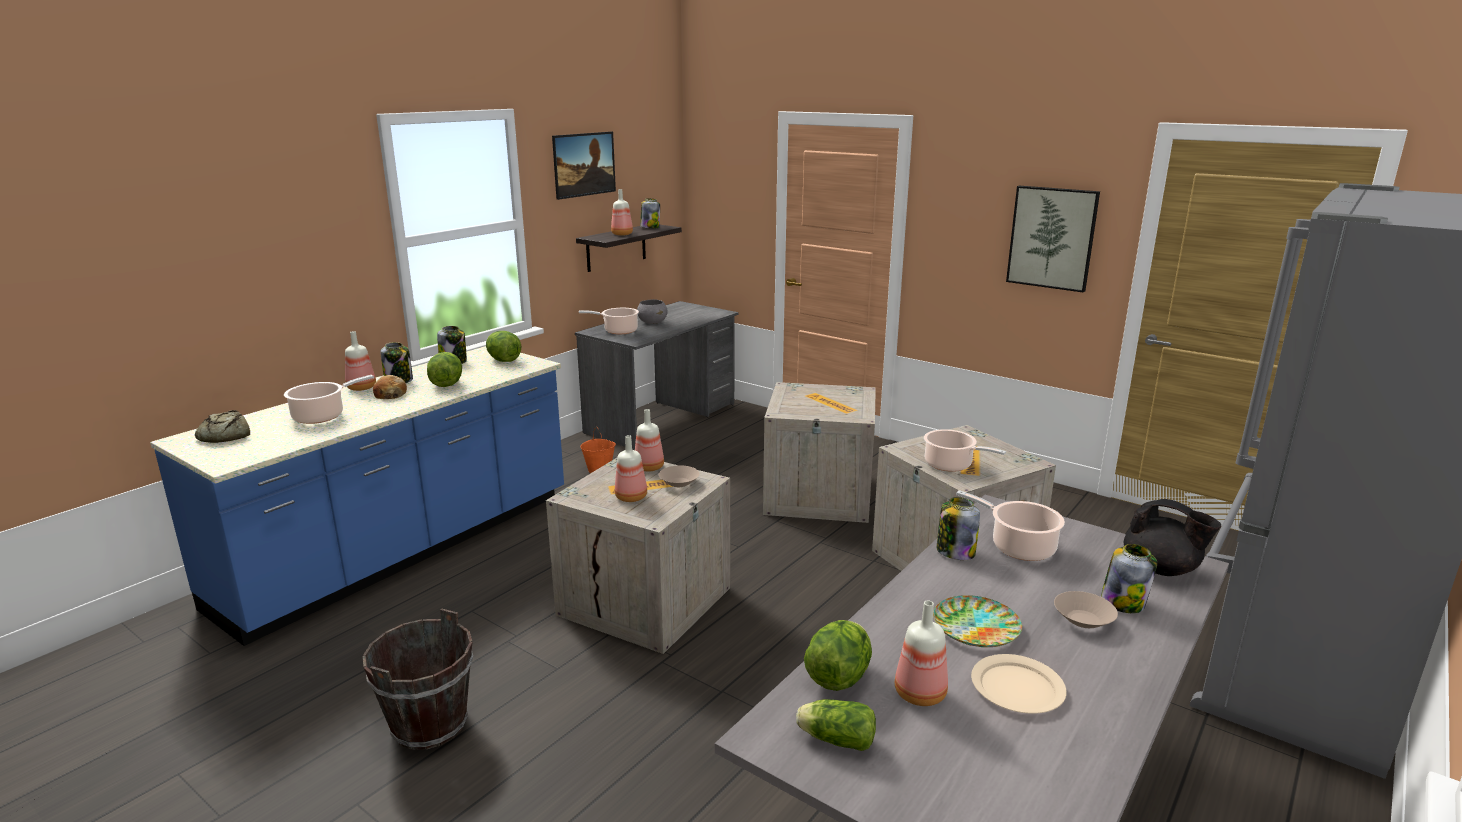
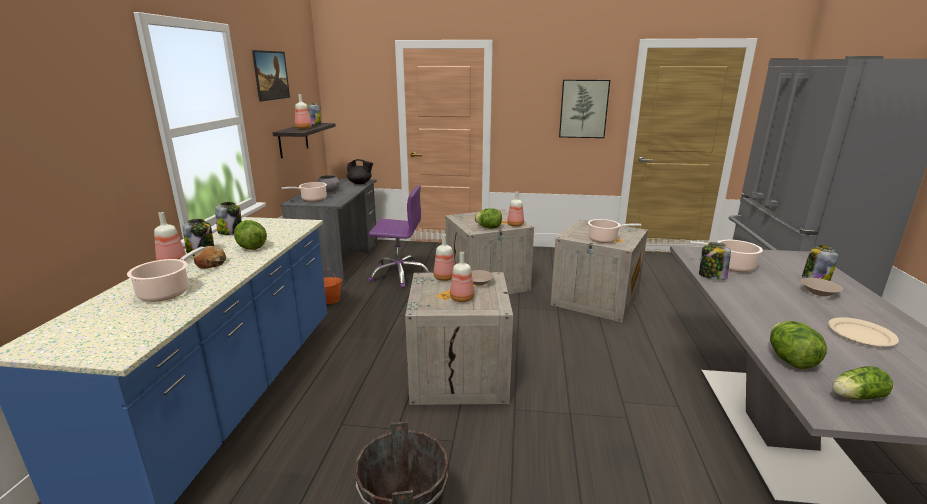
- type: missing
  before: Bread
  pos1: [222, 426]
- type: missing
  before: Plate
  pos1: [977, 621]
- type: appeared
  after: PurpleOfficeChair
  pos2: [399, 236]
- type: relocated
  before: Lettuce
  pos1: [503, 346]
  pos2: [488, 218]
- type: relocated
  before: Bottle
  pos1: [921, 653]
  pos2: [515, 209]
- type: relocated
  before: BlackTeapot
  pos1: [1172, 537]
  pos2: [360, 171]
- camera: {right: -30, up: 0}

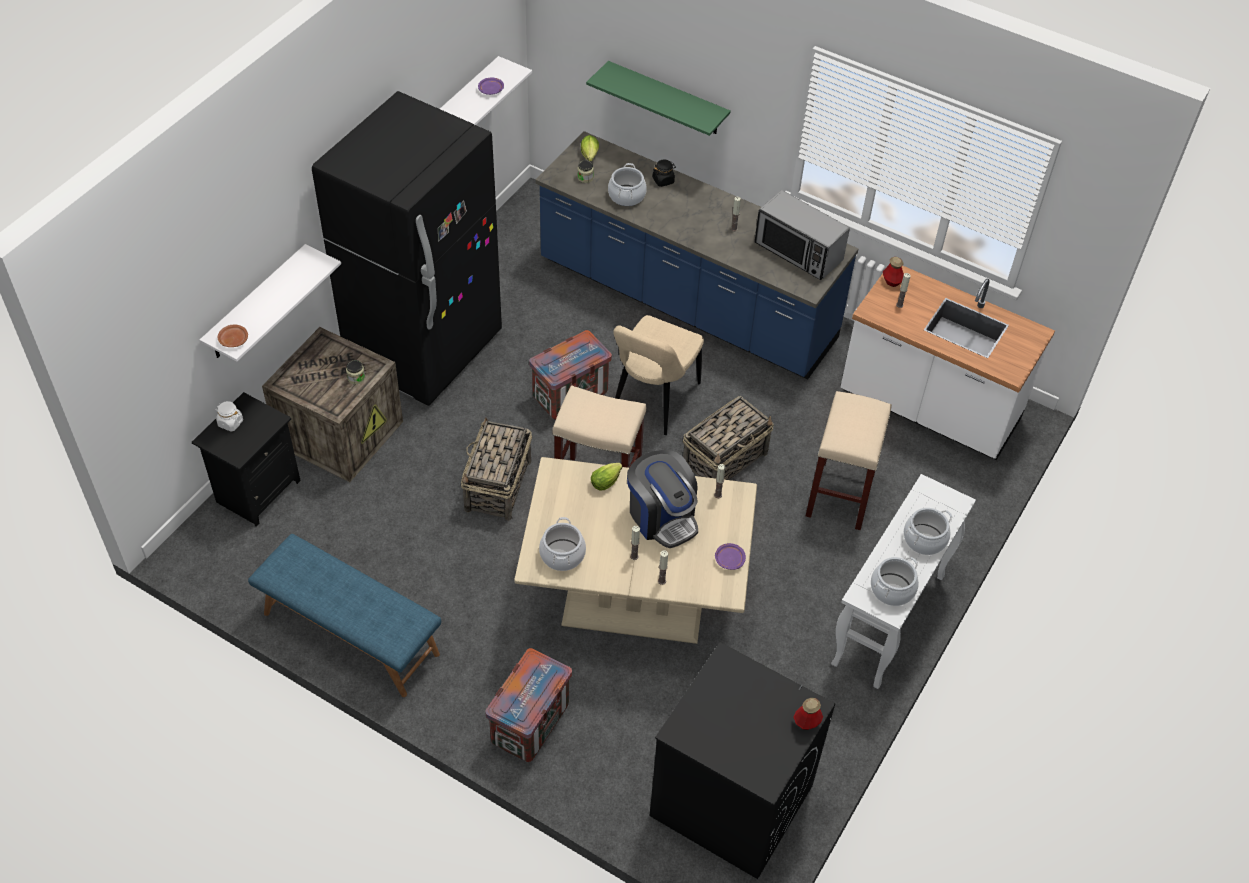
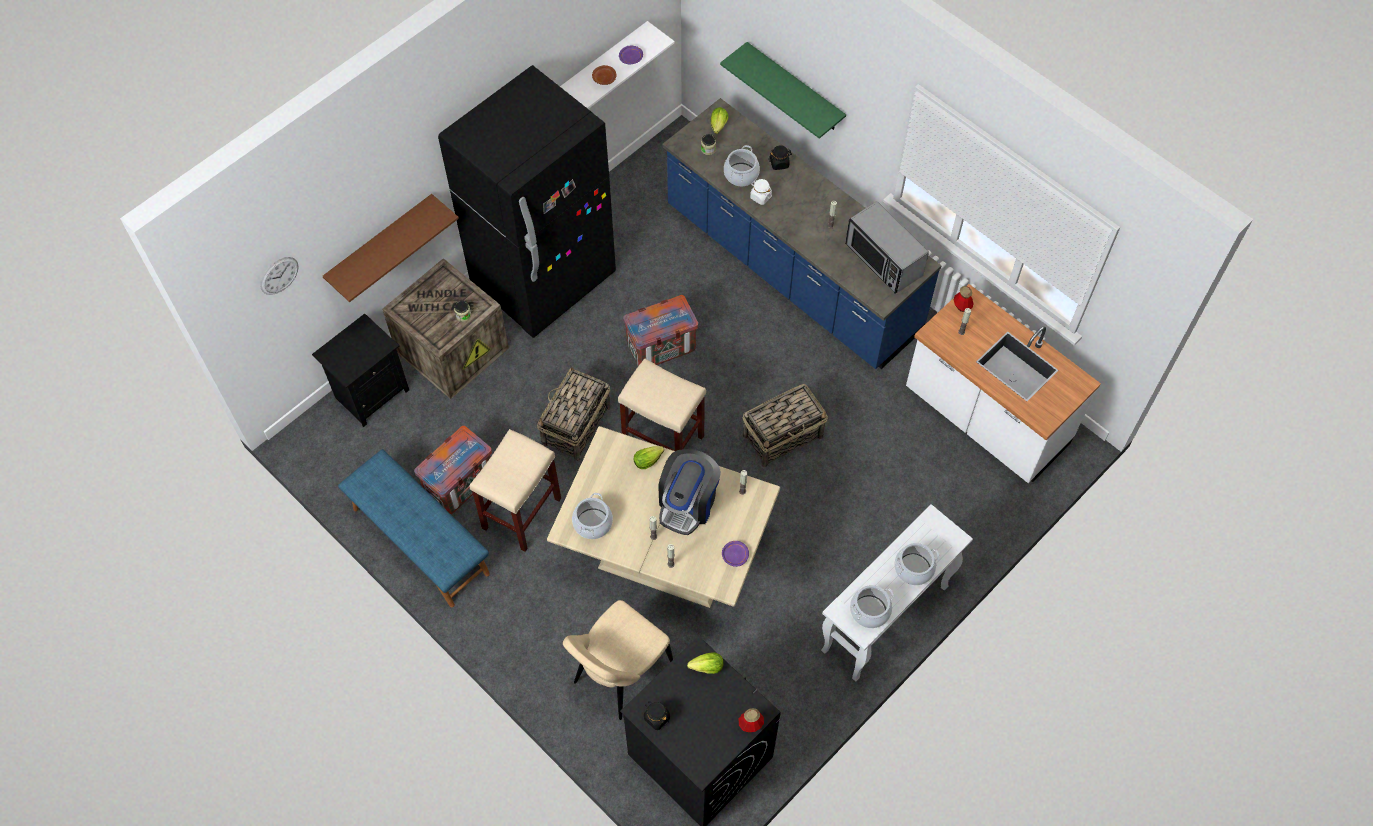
- type: appeared
  after: WallClock
  pos2: [279, 276]
- type: appeared
  after: BlackJar
  pos2: [657, 715]
- type: appeared
  after: Lettuce
  pos2: [705, 663]
- type: relocated
  before: WhiteJar
  pos1: [229, 416]
  pos2: [761, 192]
- type: relocated
  before: BrownPlate
  pos1: [232, 336]
  pos2: [604, 75]
- type: relocated
  before: Crate
  pos1: [528, 705]
  pos2: [453, 470]
- type: relocated
  before: BeigeChair
  pos1: [658, 375]
  pos2: [618, 660]
- type: relocated
  before: BeigeStool
  pos1: [849, 460]
  pos2: [515, 490]
- type: colour
  before: WhiteShelf
  after: BrownShelf
  pos1: [270, 303]
  pos2: [391, 248]
- type: spun
  before: CoffeeMachine
  pos1: [662, 499]
  pos2: [689, 492]
  turn: 45
- camera: {right: 15, up: 10}

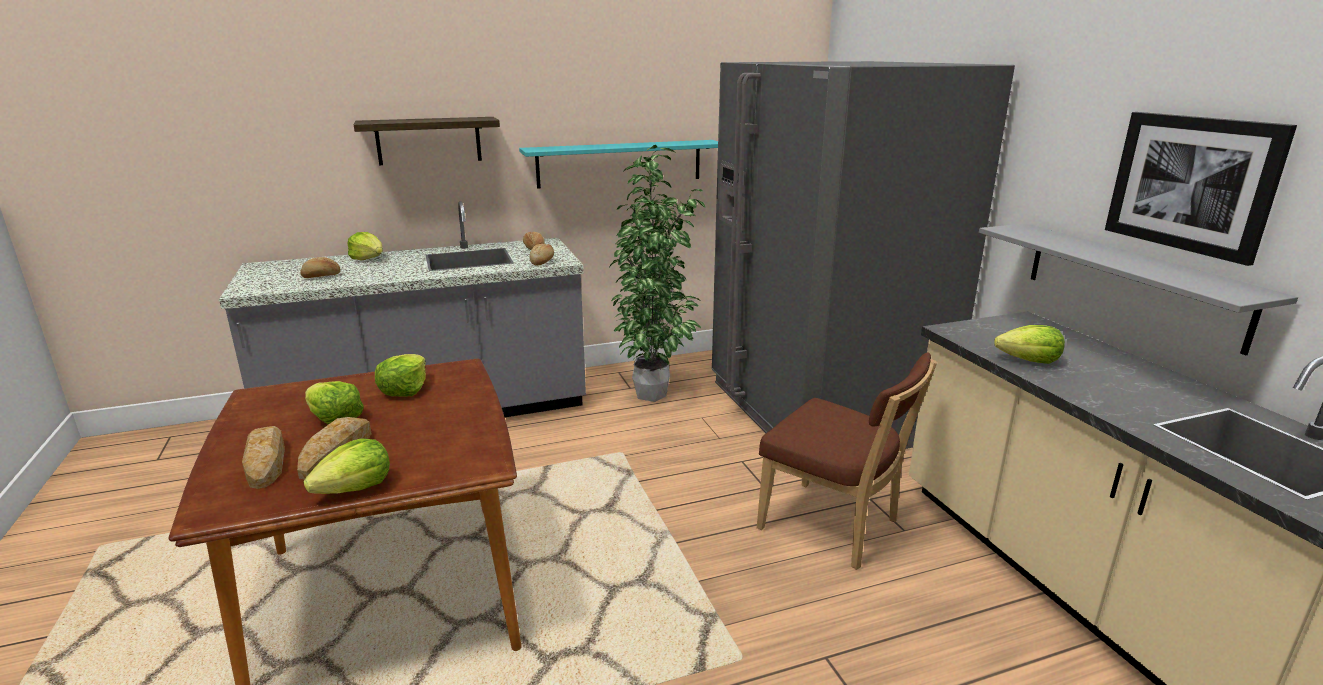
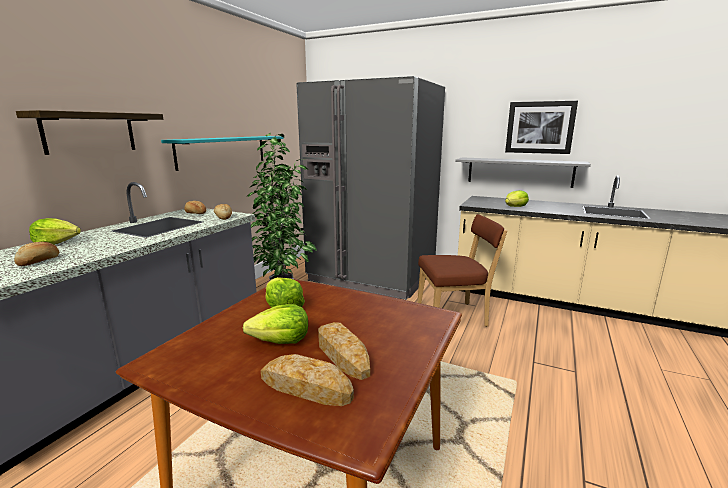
- type: missing
  before: Lettuce
  pos1: [347, 466]
- camera: {right: -45, up: -5}

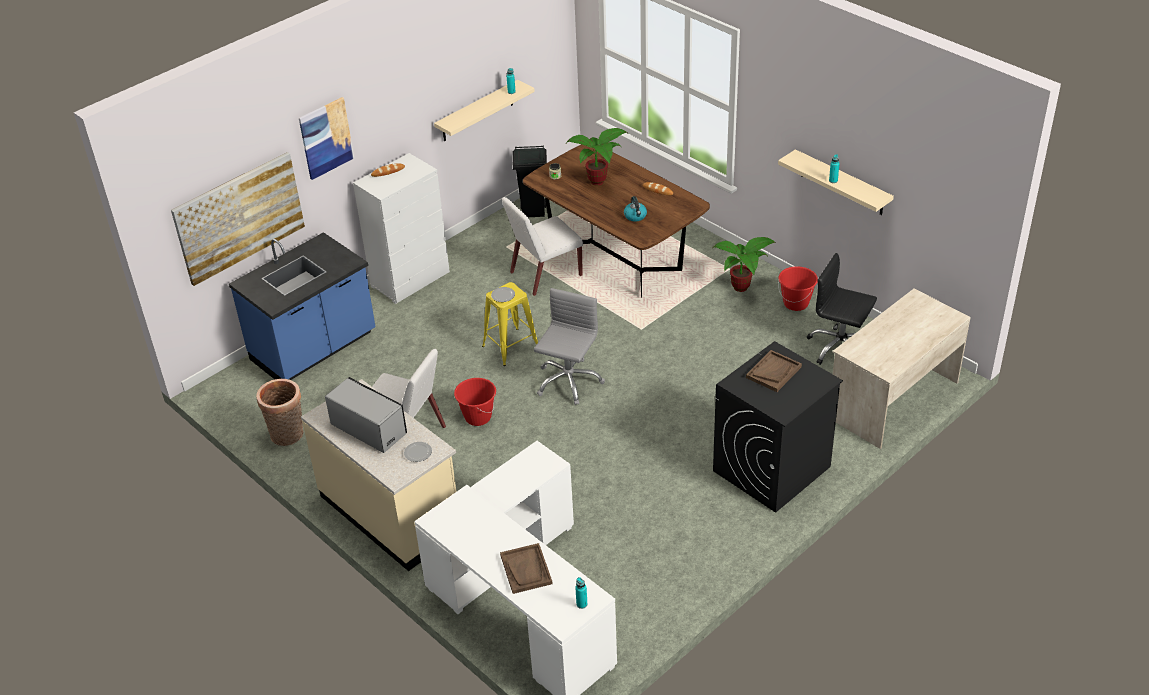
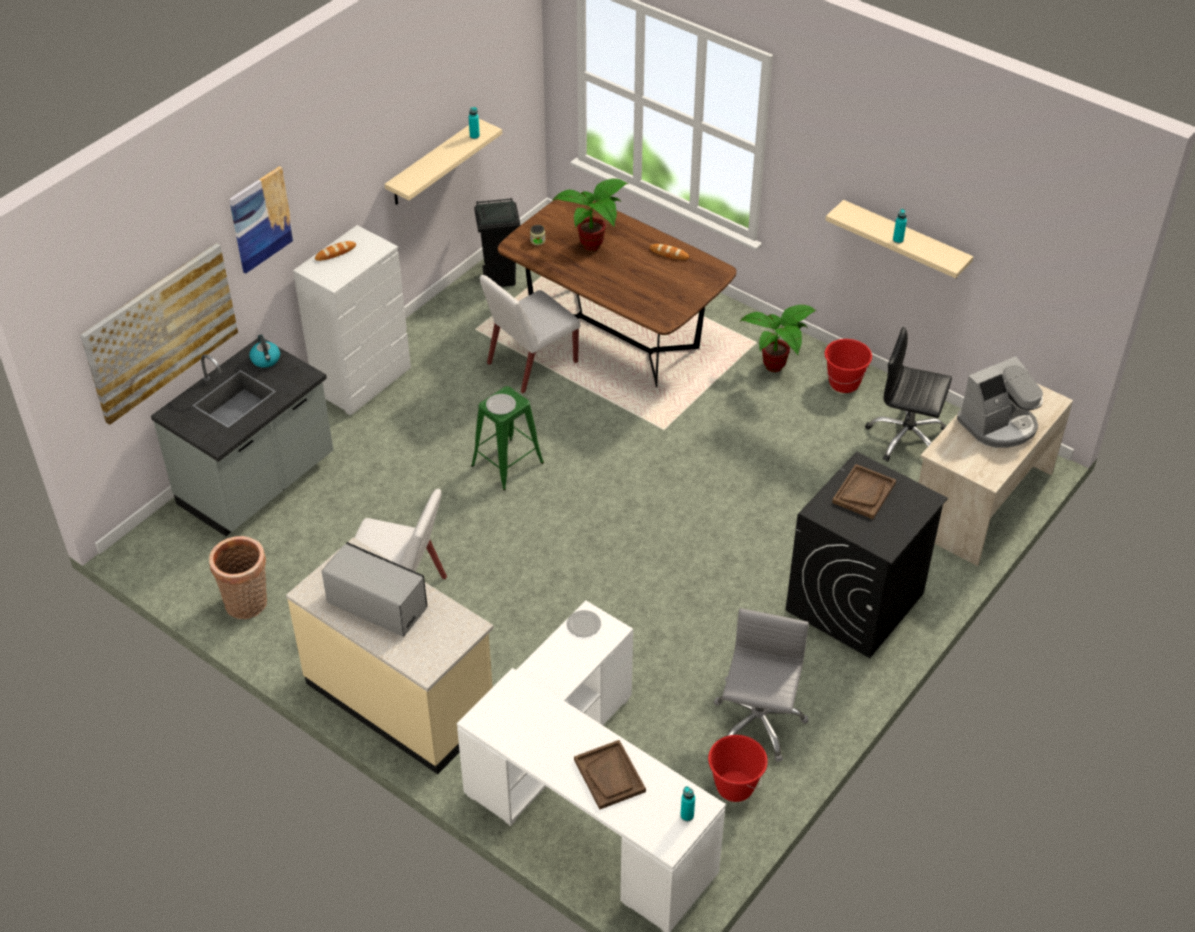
- type: appeared
  after: CoffeeMachine
  pos2: [1000, 402]
- type: relocated
  before: Plate
  pos1: [418, 452]
  pos2: [584, 623]
- type: relocated
  before: RedBucket
  pos1: [475, 402]
  pos2: [738, 768]
- type: relocated
  before: GreyOfficeChair
  pos1: [569, 346]
  pos2: [761, 685]
- type: relocated
  before: Kettle
  pos1: [635, 209]
  pos2: [264, 351]
- type: colour
  before: BlueCounter
  after: GreyCounter
  pos1: [302, 306]
  pos2: [242, 437]
- type: colour
  before: YellowStool
  after: GreenStool
  pos1: [510, 324]
  pos2: [507, 438]
- camera: {right: -10, up: 5}

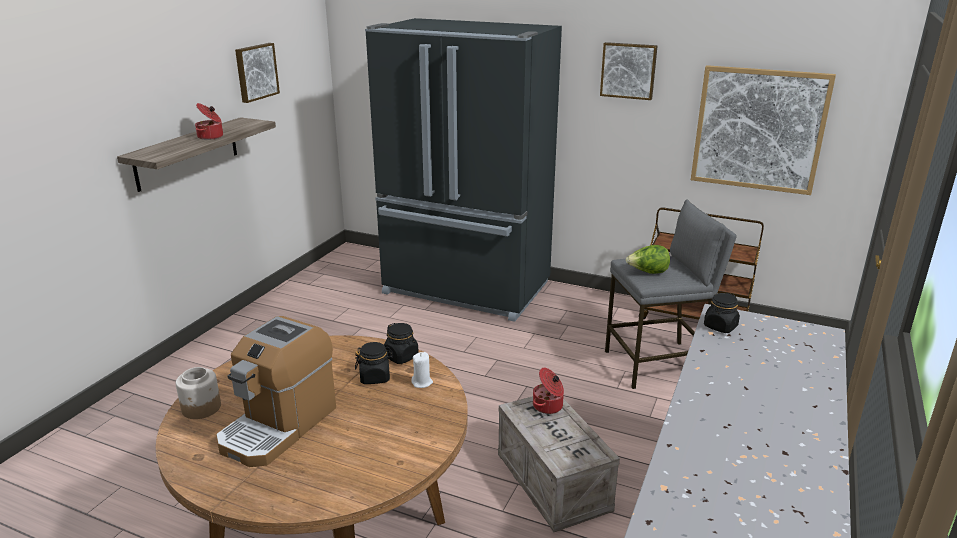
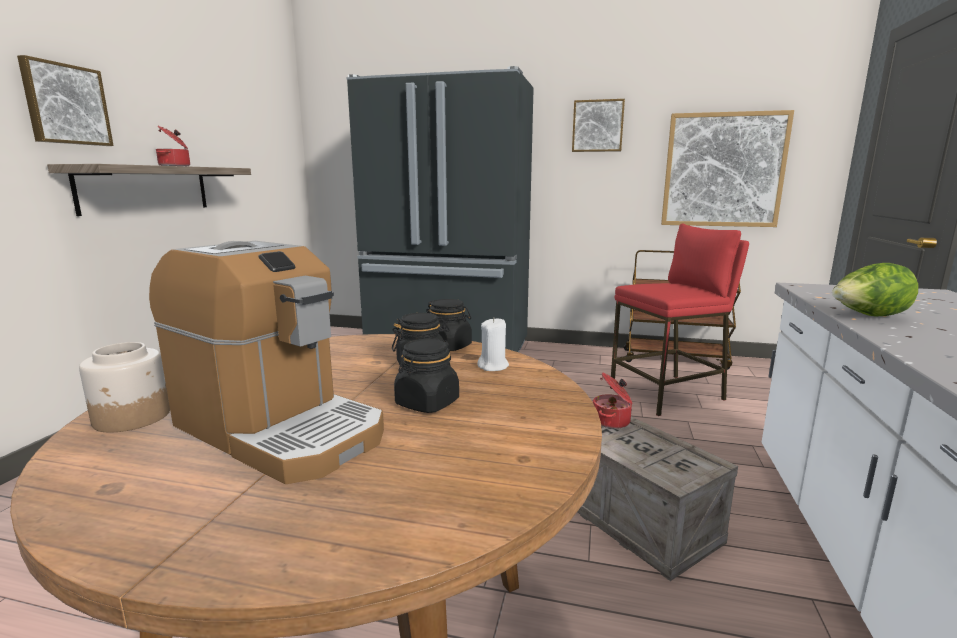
- type: relocated
  before: Picture
  pos1: [257, 73]
  pos2: [65, 100]
- type: relocated
  before: Lettuce
  pos1: [648, 259]
  pos2: [875, 289]
- type: relocated
  before: BlackJar
  pos1: [722, 313]
  pos2: [426, 376]
- type: colour
  before: GreyStool
  after: RedStool
  pos1: [671, 294]
  pos2: [679, 319]
- type: spun
  before: CoffeeMachine
  pos1: [276, 391]
  pos2: [266, 362]
  turn: -75
- camera: {right: -10, up: -10}

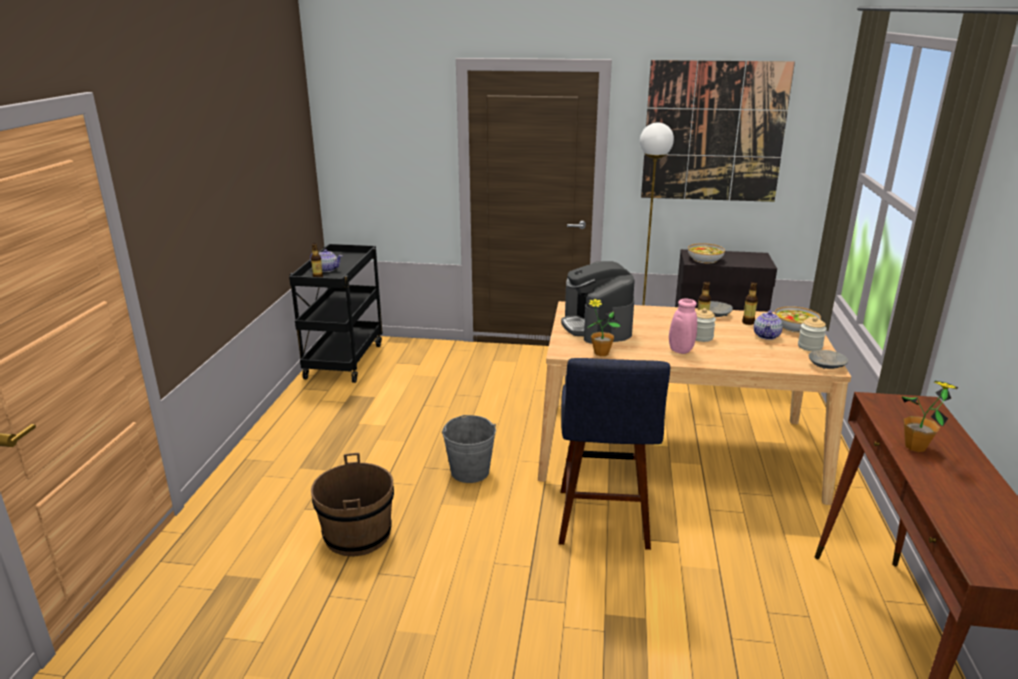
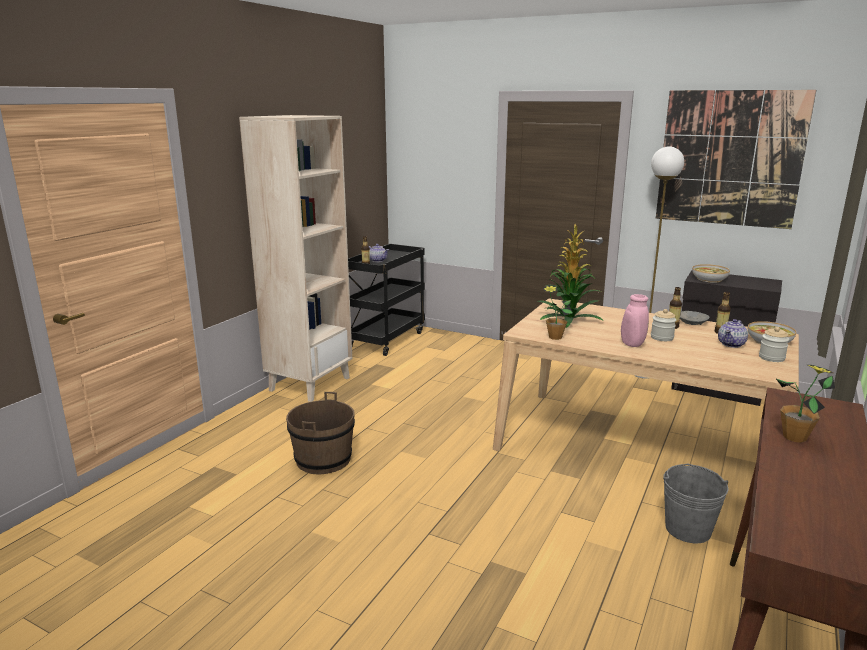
- type: missing
  before: BlueStool
  pos1: [614, 454]
- type: missing
  before: GreyBowl
  pos1: [828, 359]
- type: appeared
  after: BeigeBookcase
  pos2: [295, 258]
- type: relocated
  before: GreyBucket
  pos1: [469, 449]
  pos2: [695, 503]
- type: exchanged
  before: CoffeeMachine
  after: PottedPlant
  pos1: [598, 302]
  pos2: [571, 276]
- camera: {right: 20, up: -5}

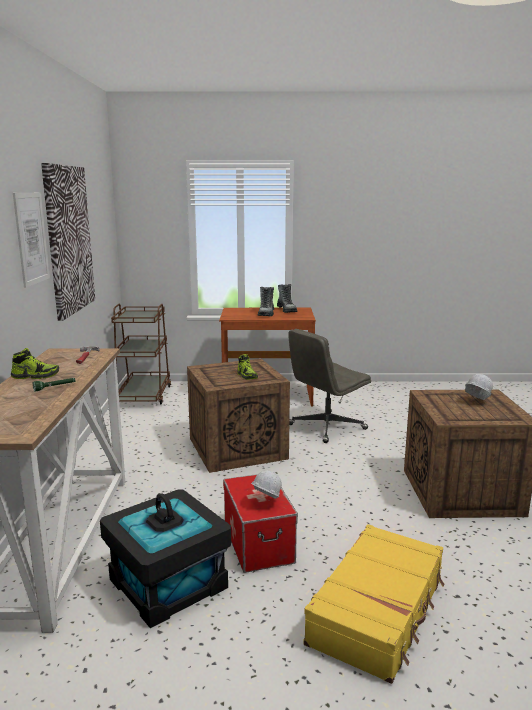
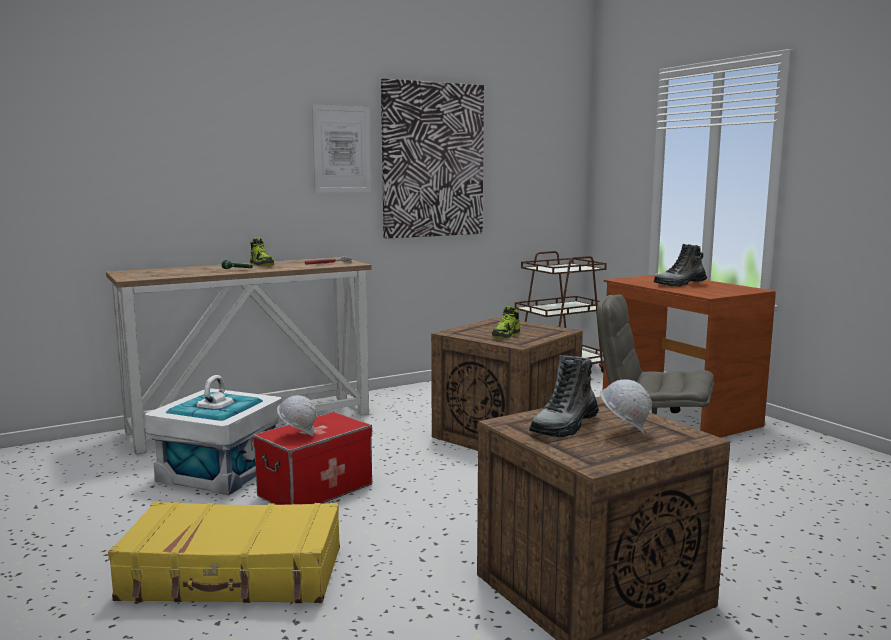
- type: relocated
  before: Boot
  pos1: [287, 298]
  pos2: [564, 396]
- type: colour
  before: BlackStorageBox
  after: WhiteStorageBox
  pos1: [165, 558]
  pos2: [213, 435]
- camera: {right: 60, up: -5}

